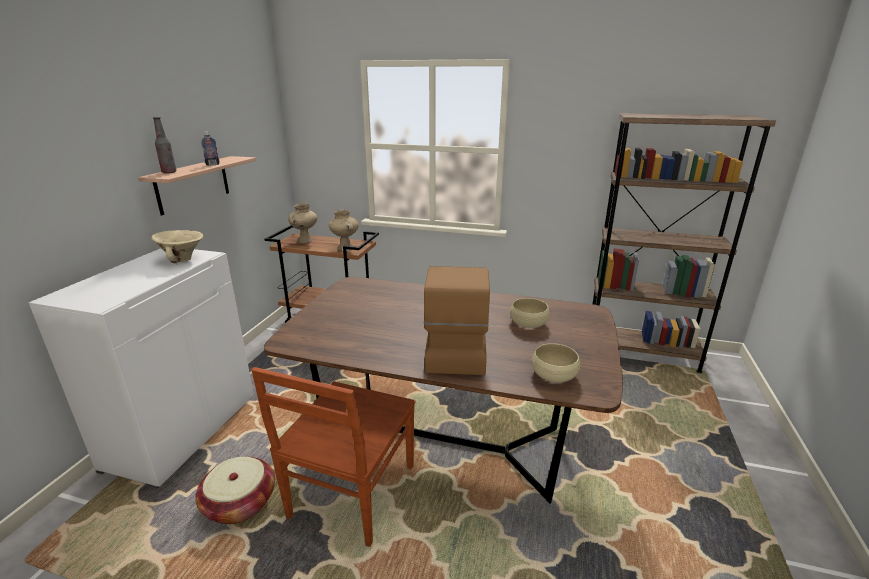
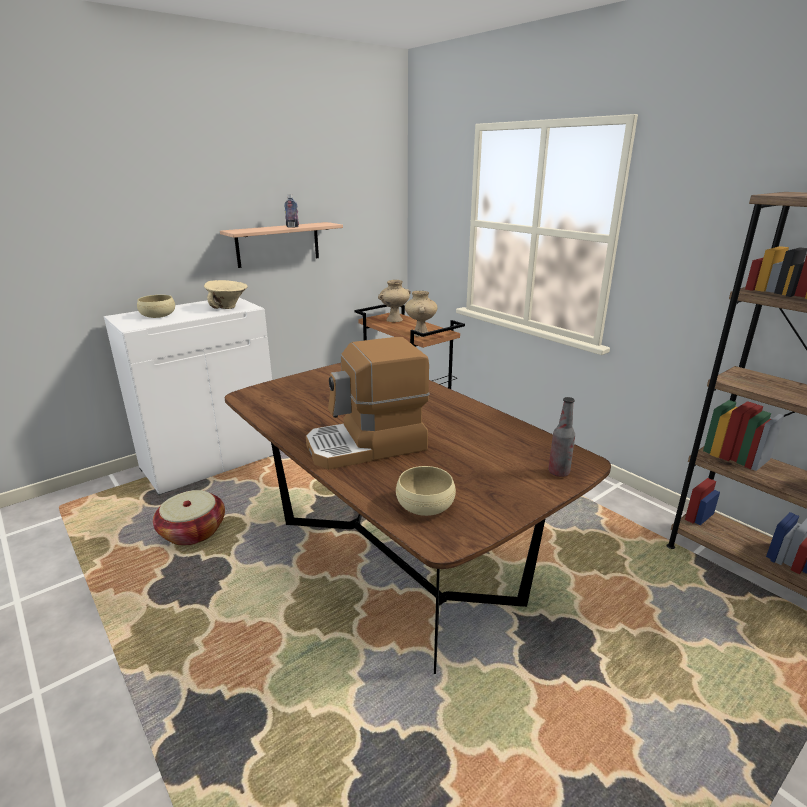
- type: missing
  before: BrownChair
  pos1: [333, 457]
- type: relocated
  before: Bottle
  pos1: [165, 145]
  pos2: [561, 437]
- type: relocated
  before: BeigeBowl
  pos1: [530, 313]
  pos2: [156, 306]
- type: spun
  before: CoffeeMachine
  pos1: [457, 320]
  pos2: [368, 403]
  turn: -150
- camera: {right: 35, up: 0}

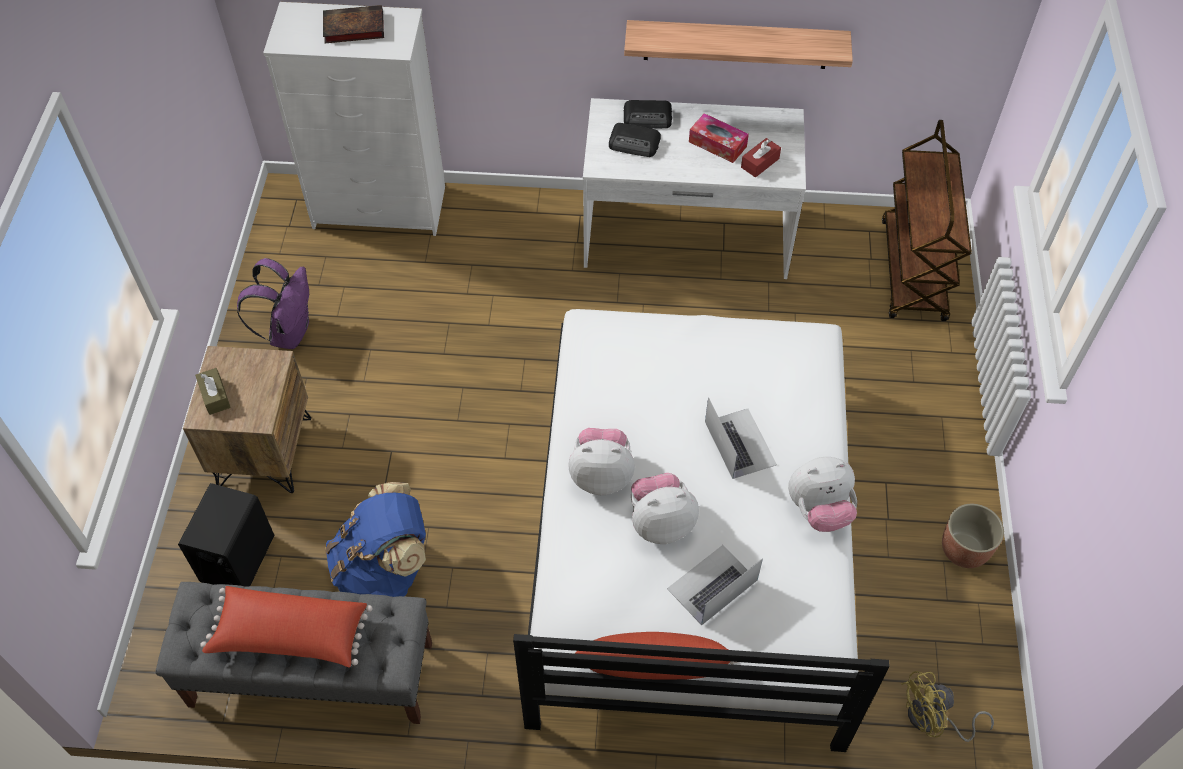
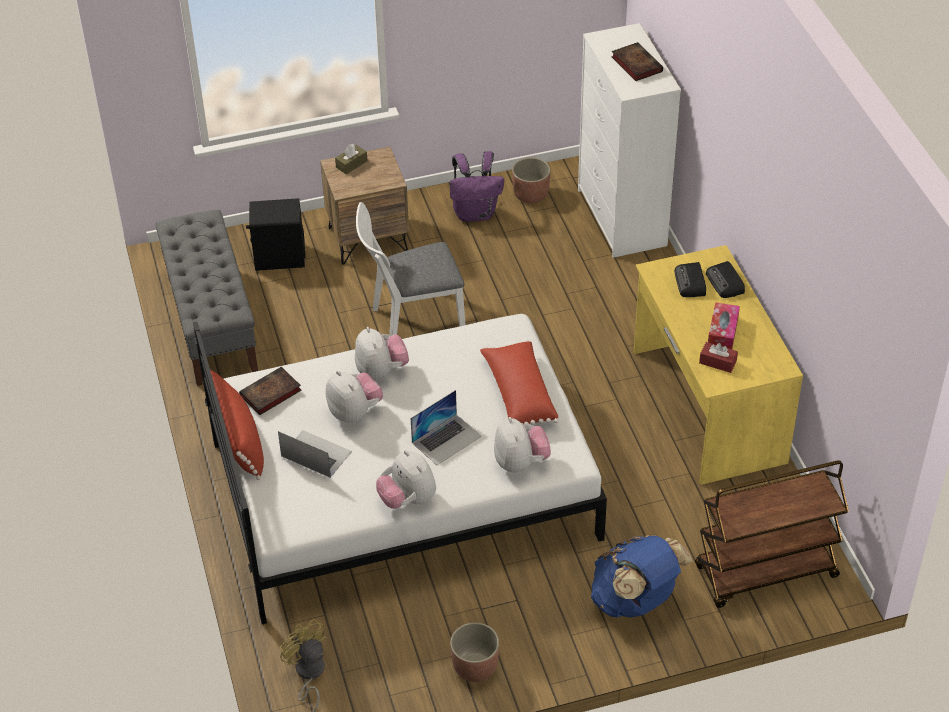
- type: missing
  before: Shelf
  pos1: [738, 44]
- type: appeared
  after: Book
  pos2: [270, 391]
- type: appeared
  after: WhiteChair
  pos2: [411, 269]
- type: appeared
  after: PlushToy
  pos2: [522, 444]
- type: appeared
  after: Planter
  pos2: [531, 181]
- type: relocated
  before: RedPillow
  pos1: [286, 627]
  pos2: [519, 382]
- type: relocated
  before: BlueBackpack
  pos1: [375, 539]
  pos2: [642, 576]
- type: colour
  before: WhiteDesk
  after: YellowDesk
  pos1: [694, 188]
  pos2: [718, 365]
- camera: {right: 70, up: -10}

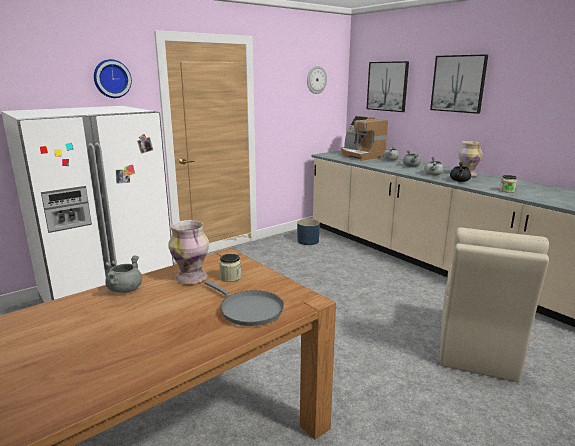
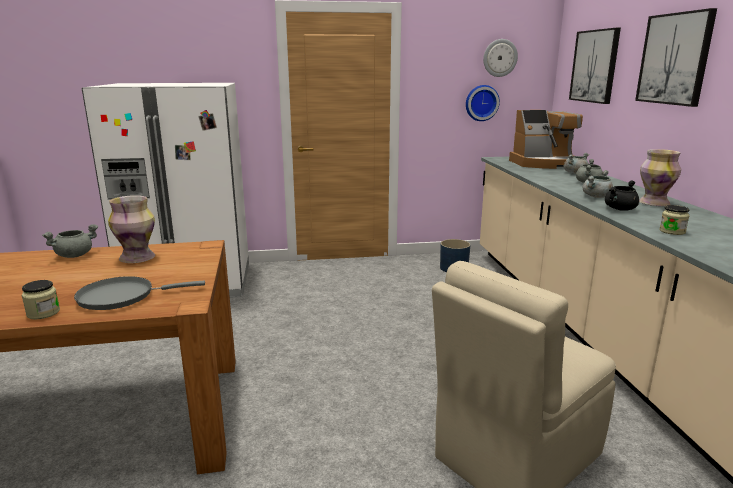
- type: relocated
  before: WallClock
  pos1: [113, 78]
  pos2: [483, 103]
- type: relocated
  before: Jar
  pos1: [230, 268]
  pos2: [41, 299]
- type: spun
  before: GreyFryingPan
  pos1: [244, 303]
  pos2: [139, 293]
  turn: 90
- type: spun
  before: CoffeeMachine
  pos1: [364, 138]
  pos2: [546, 139]
  turn: -90
- camera: {right: 30, up: 0}

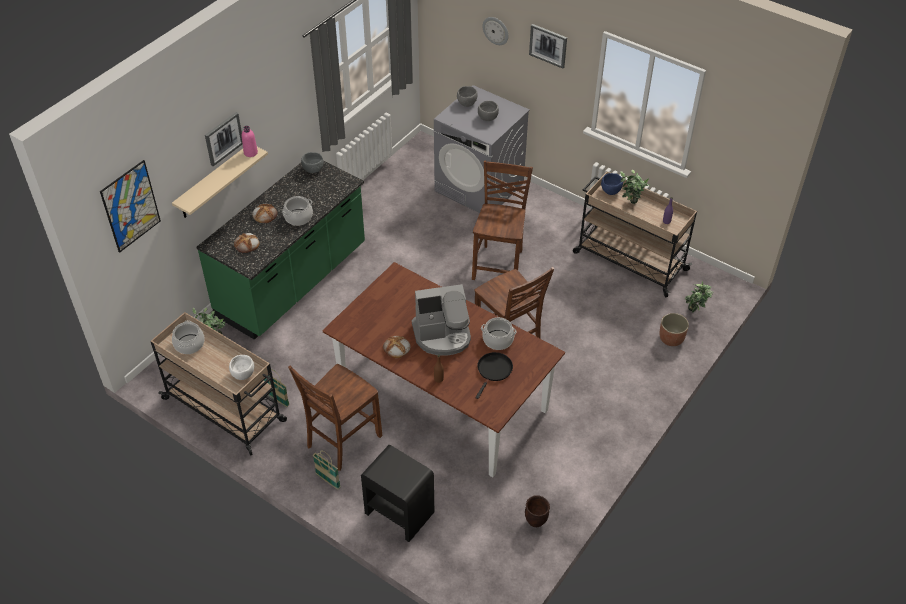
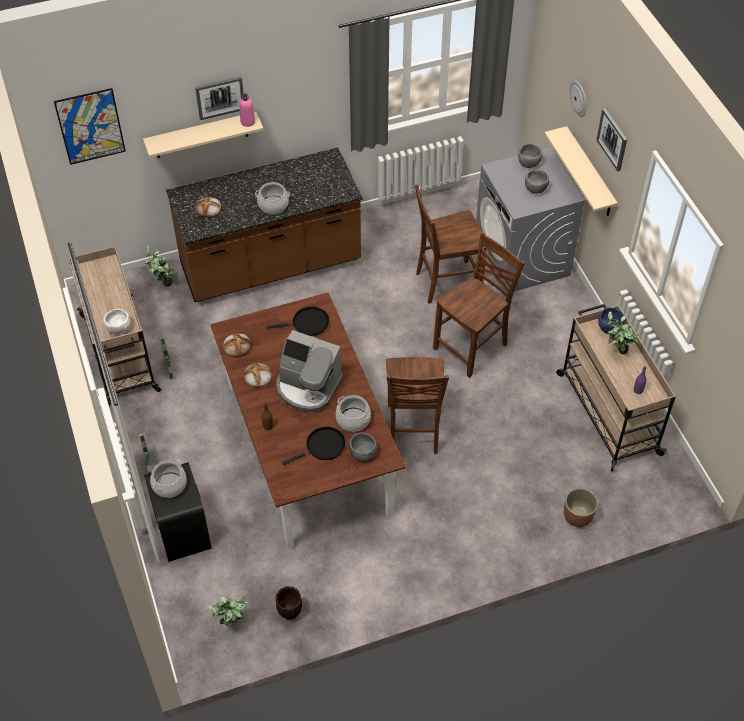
- type: appeared
  after: BlackFryingPan
  pos2: [297, 321]
- type: appeared
  after: BeigeShelf
  pos2: [581, 171]
- type: relocated
  before: CookingPot
  pos1: [188, 337]
  pos2: [168, 479]
- type: relocated
  before: Bread
  pos1: [264, 213]
  pos2: [237, 345]
- type: relocated
  before: BrownChair
  pos1: [335, 417]
  pos2: [450, 244]
- type: relocated
  before: GreyBowl
  pos1: [312, 162]
  pos2: [363, 446]
- type: relocated
  before: PottedPlant
  pos1: [699, 297]
  pos2: [228, 611]
- type: colour
  before: GreenCounter
  after: BrownCounter
  pos1: [280, 250]
  pos2: [264, 225]
- camera: {right: 35, up: 5}

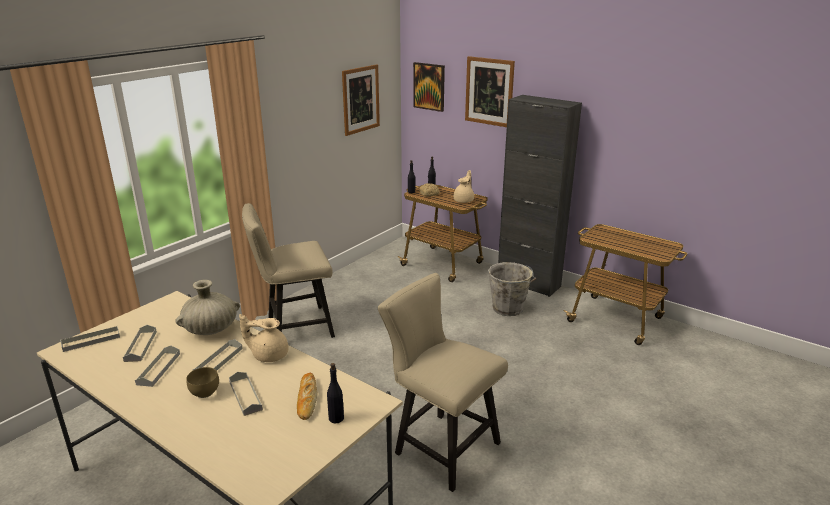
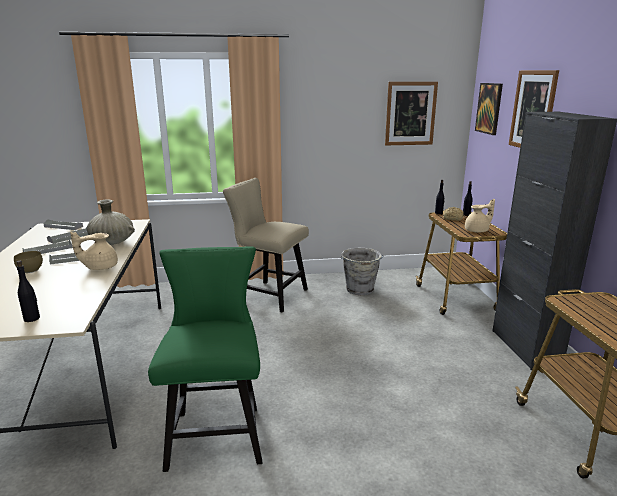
- type: missing
  before: GreyTray
  pos1: [246, 394]
- type: missing
  before: Bread
  pos1: [307, 396]
- type: relocated
  before: GreyBucket
  pos1: [512, 289]
  pos2: [362, 271]
- type: colour
  before: BeigeChair
  after: GreenChair
  pos1: [443, 382]
  pos2: [205, 359]
- type: spun
  before: BeigeTeapot
  pos1: [263, 338]
  pos2: [94, 251]
  turn: -75
- camera: {right: 45, up: -5}

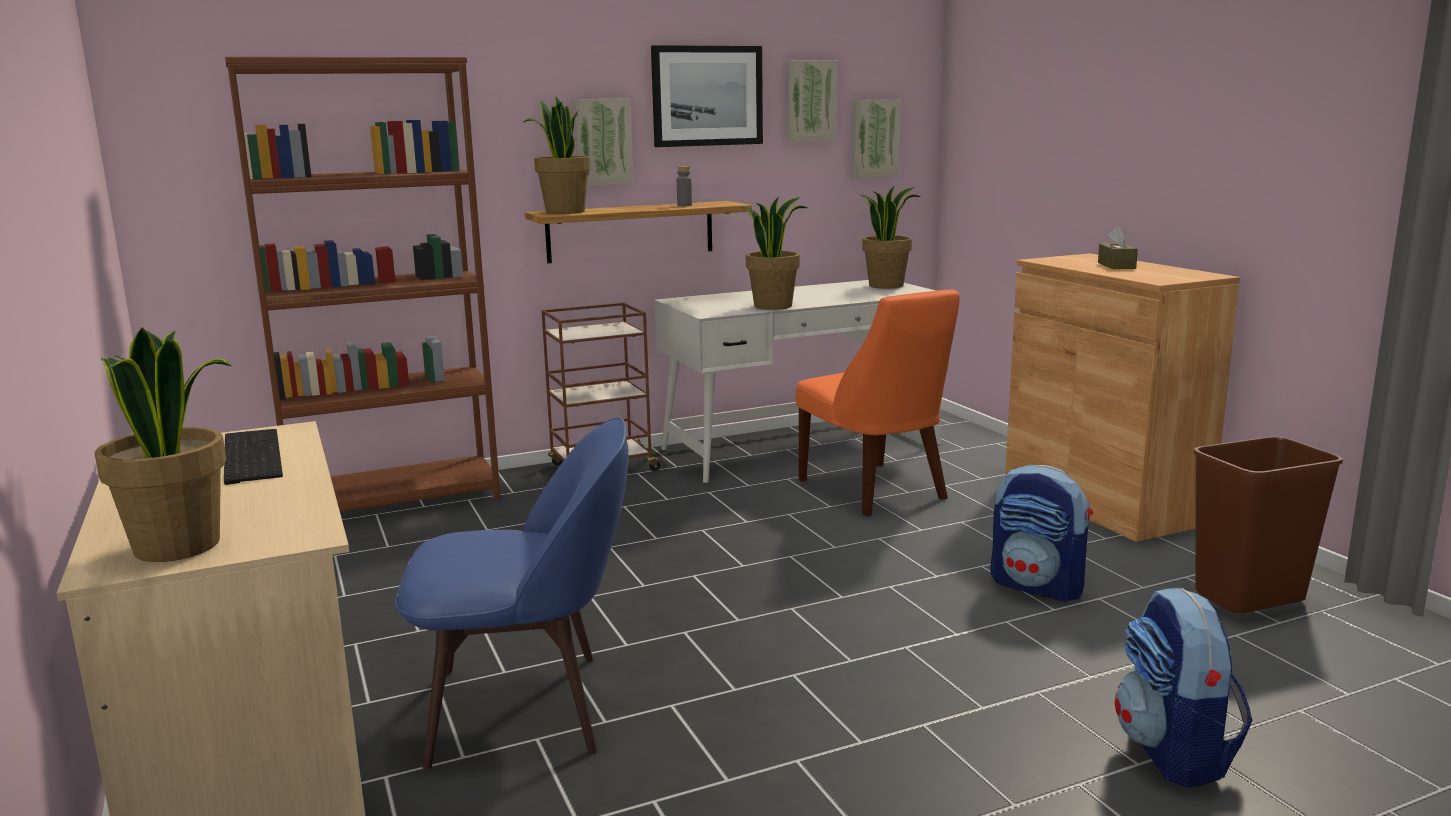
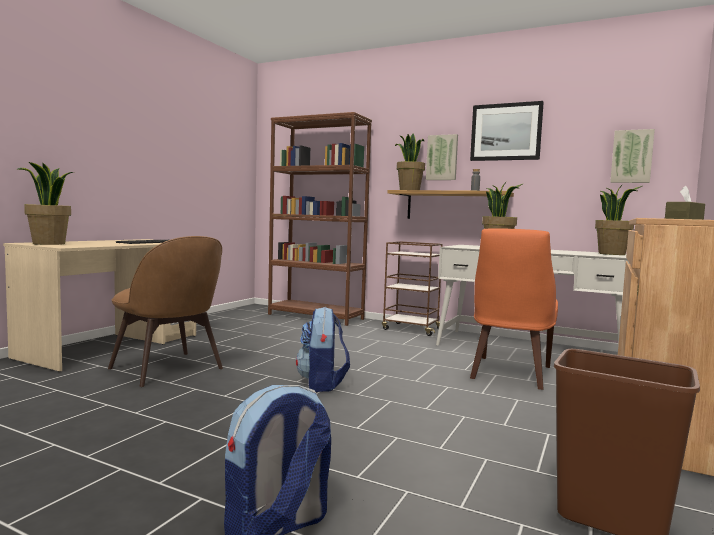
- type: missing
  before: Picture
  pos1: [812, 101]
- type: relocated
  before: Backpack
  pos1: [1041, 533]
  pos2: [323, 349]
- type: colour
  before: BlueChair
  after: BrownChair
  pos1: [511, 593]
  pos2: [165, 311]
- camera: {right: 50, up: -10}

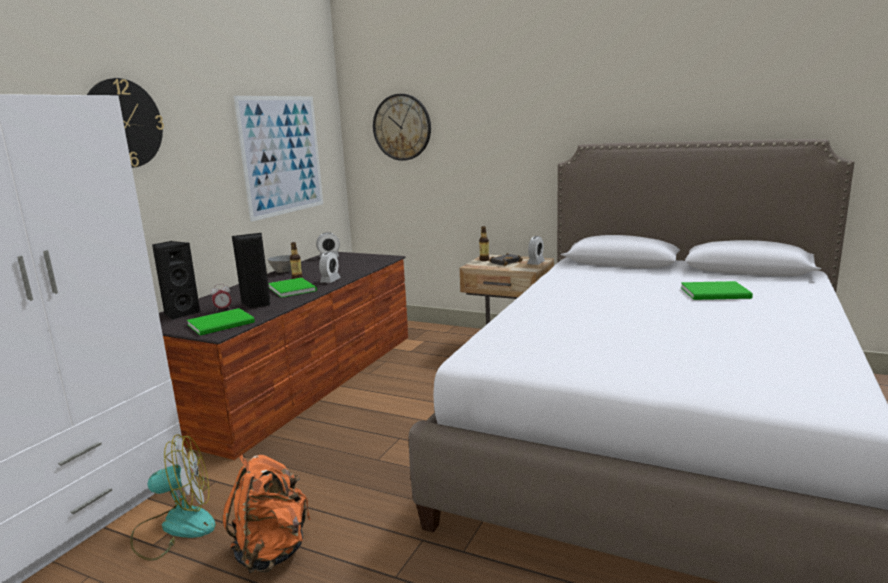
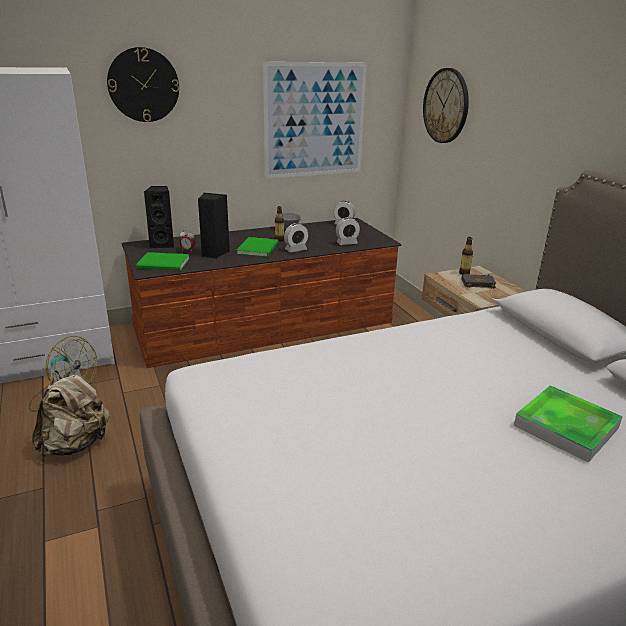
- type: relocated
  before: AlarmClock
  pos1: [536, 250]
  pos2: [348, 231]
- type: exchanged
  before: GreenBook
  after: Tray
  pos1: [717, 290]
  pos2: [568, 424]
- type: colour
  before: OrangeBackpack
  after: BeigeBackpack
  pos1: [266, 514]
  pos2: [71, 413]
- camera: {right: 40, up: 10}

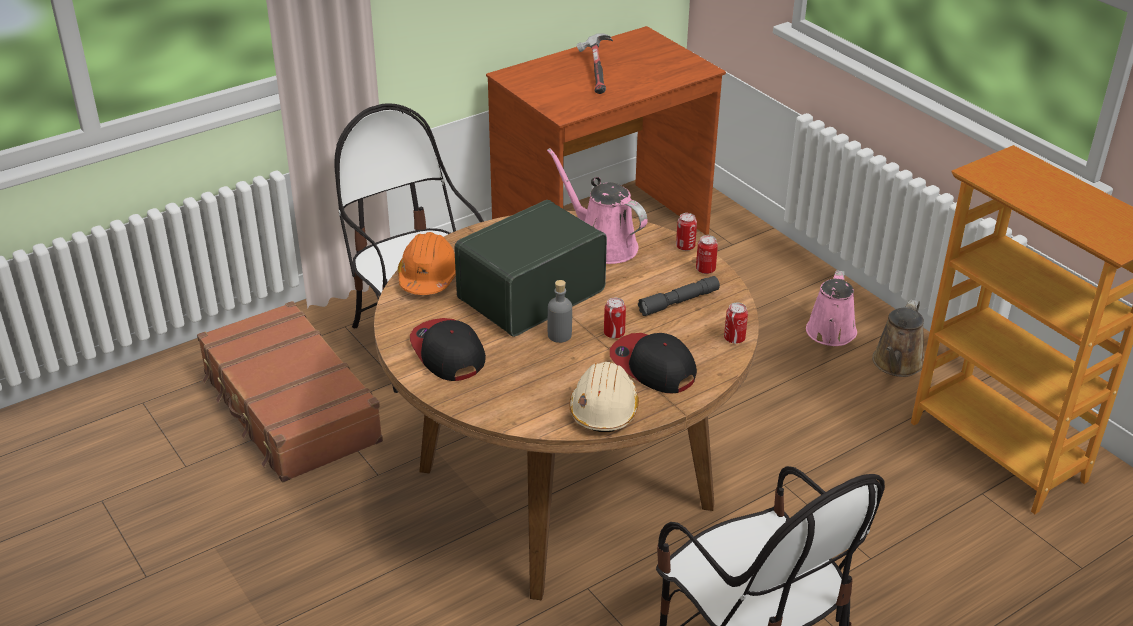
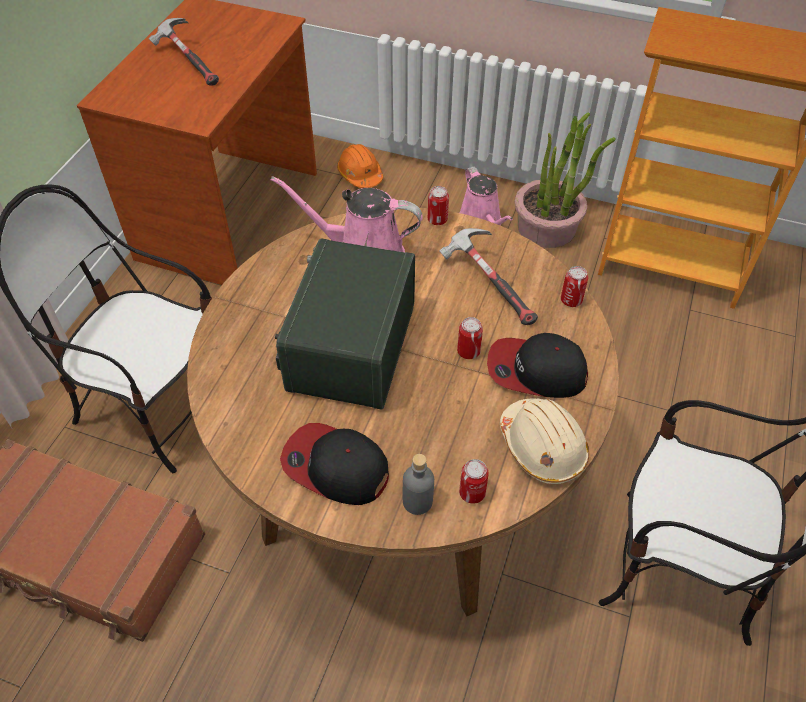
- type: relocated
  before: OrangeHardHat
  pos1: [427, 263]
  pos2: [360, 166]
- type: relocated
  before: GreyBottle
  pos1: [560, 311]
  pos2: [418, 484]
- type: relocated
  before: Can
  pos1: [707, 254]
  pos2: [474, 481]
- type: exchanged
  before: GreyFlashlight
  after: Hammer
  pos1: [679, 296]
  pos2: [488, 276]
- type: exchanged
  before: BrownWateringCan
  after: PottedPlant
  pos1: [898, 338]
  pos2: [565, 180]
- camera: {right: -35, up: 15}

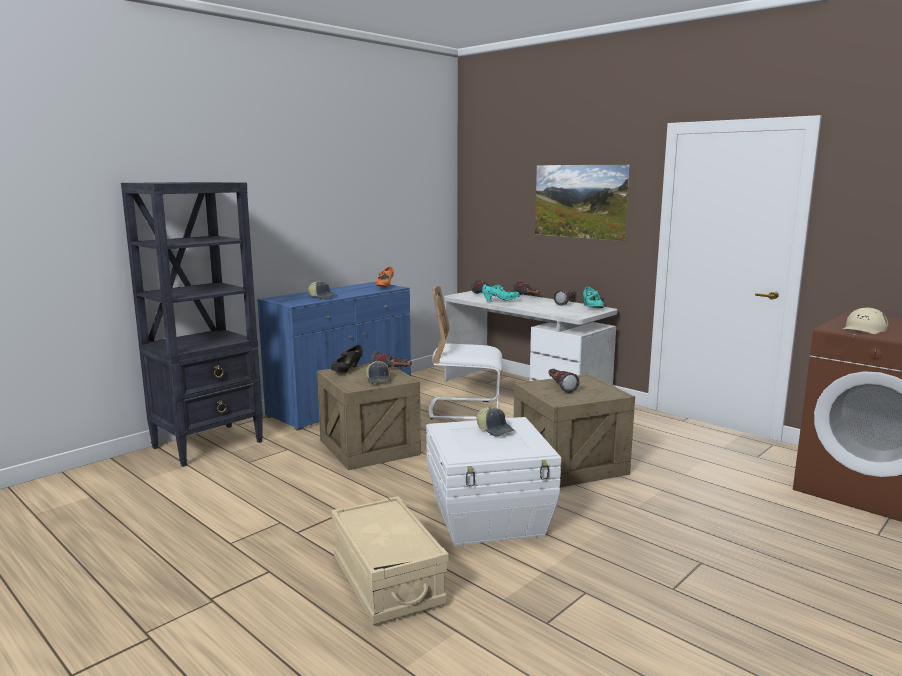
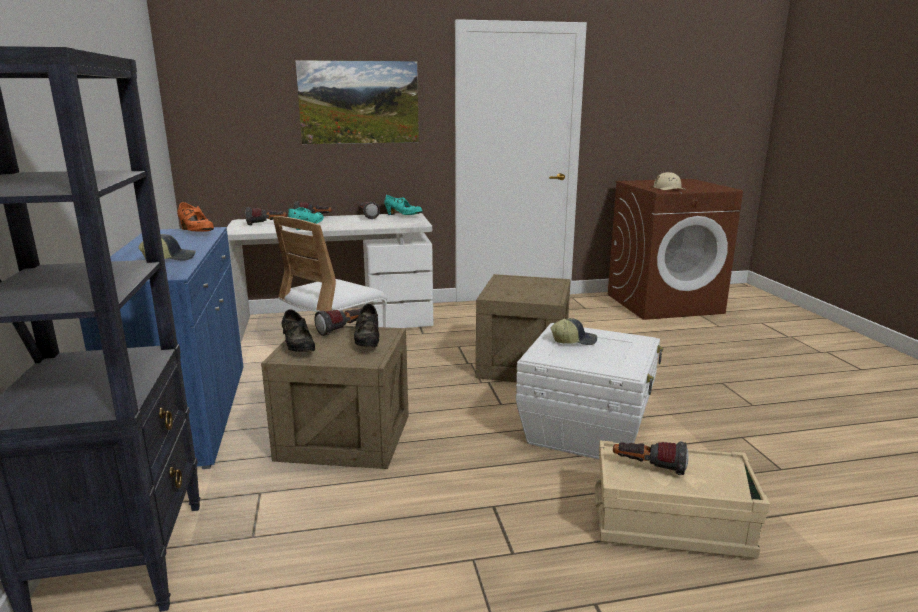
- type: relocated
  before: Flashlight
  pos1: [564, 381]
  pos2: [651, 458]
- type: exchanged
  before: Cap
  after: BlackShoe
  pos1: [378, 372]
  pos2: [366, 325]
- camera: {right: -55, up: 5}

